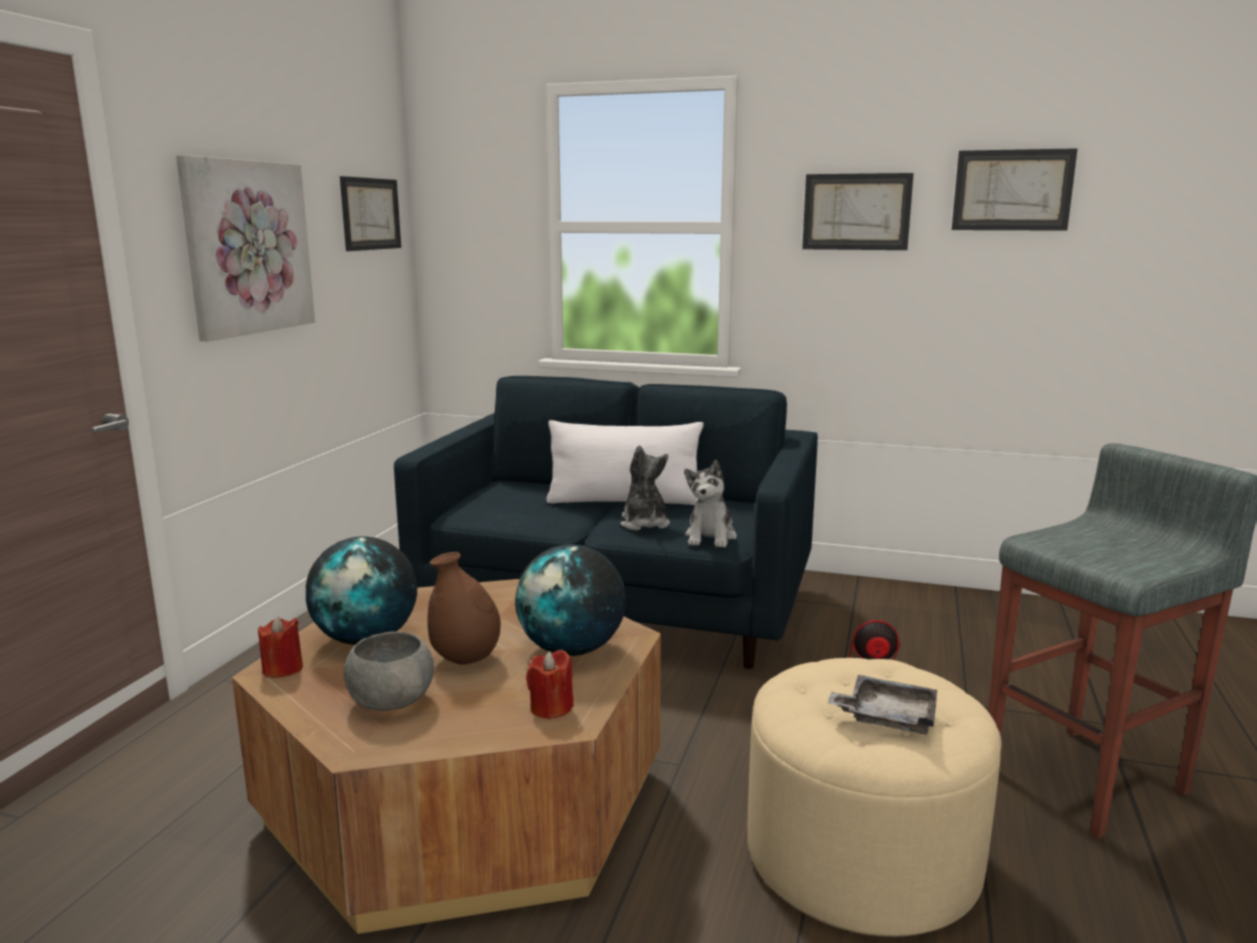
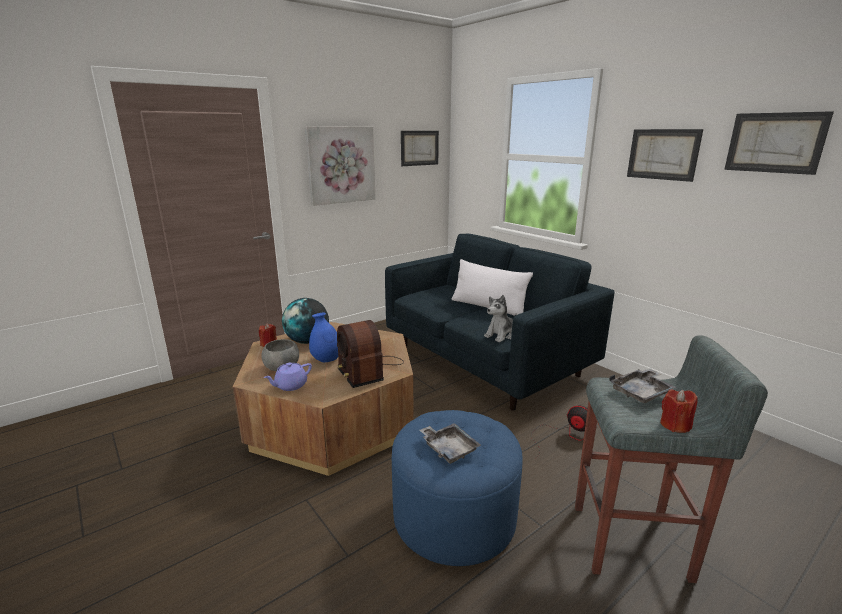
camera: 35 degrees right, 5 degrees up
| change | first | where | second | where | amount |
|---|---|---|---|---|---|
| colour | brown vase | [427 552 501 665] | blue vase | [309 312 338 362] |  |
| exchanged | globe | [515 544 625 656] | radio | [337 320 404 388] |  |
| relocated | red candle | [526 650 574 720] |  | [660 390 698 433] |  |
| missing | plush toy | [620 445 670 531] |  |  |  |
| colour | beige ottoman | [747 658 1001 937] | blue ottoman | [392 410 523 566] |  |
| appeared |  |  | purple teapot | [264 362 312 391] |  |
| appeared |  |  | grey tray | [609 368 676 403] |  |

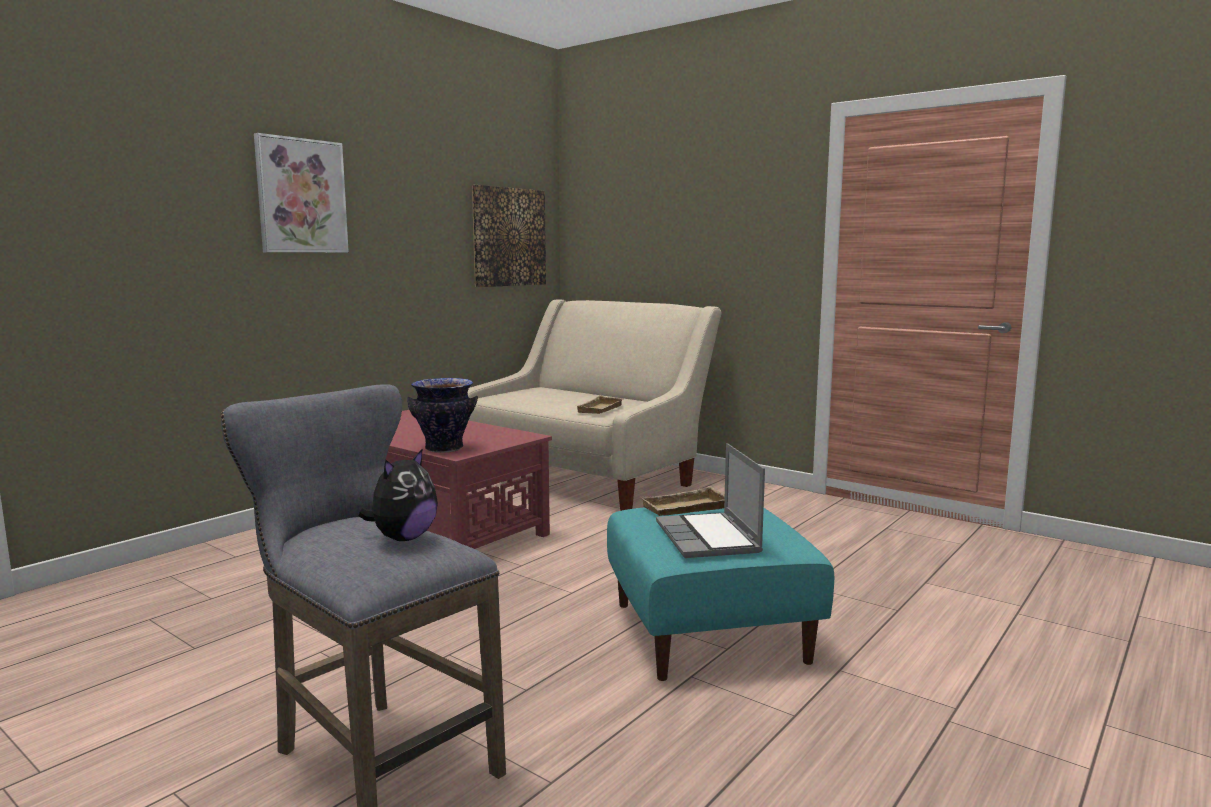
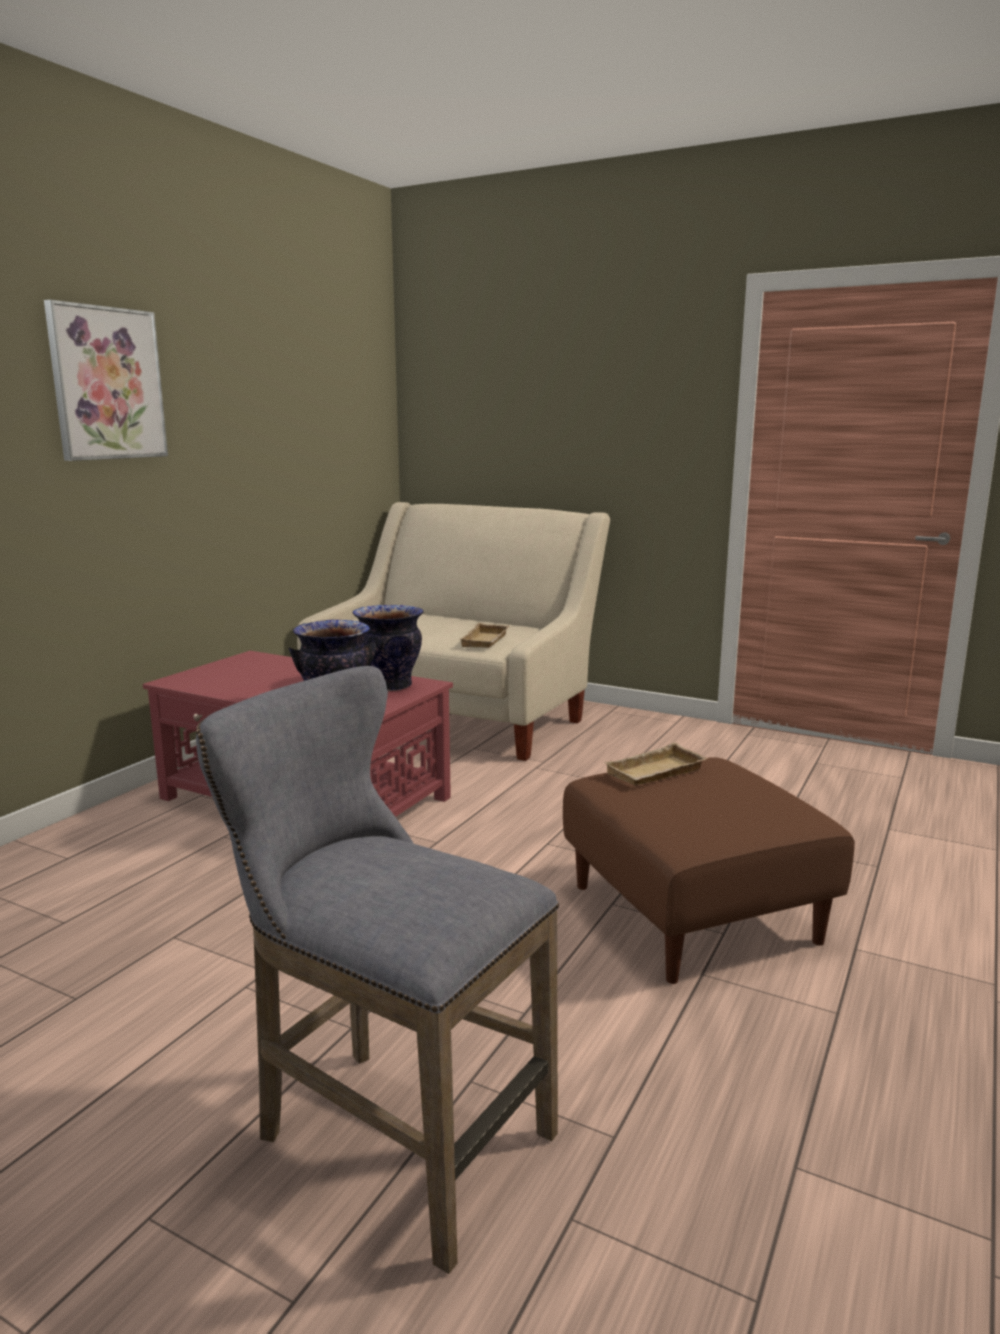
camera: 10 degrees left, 5 degrees up
| change | first | where | second | where | amount |
|---|---|---|---|---|---|
| missing | plush toy | [359 448 438 541] |  |  |  |
| missing | picture | [472 185 546 287] |  |  |  |
| colour | turquoise ottoman | [607 508 834 681] | brown ottoman | [563 757 855 984] |  |
| missing | laptop | [656 443 765 558] |  |  |  |
| appeared |  |  | vase | [352 605 424 691] |  |

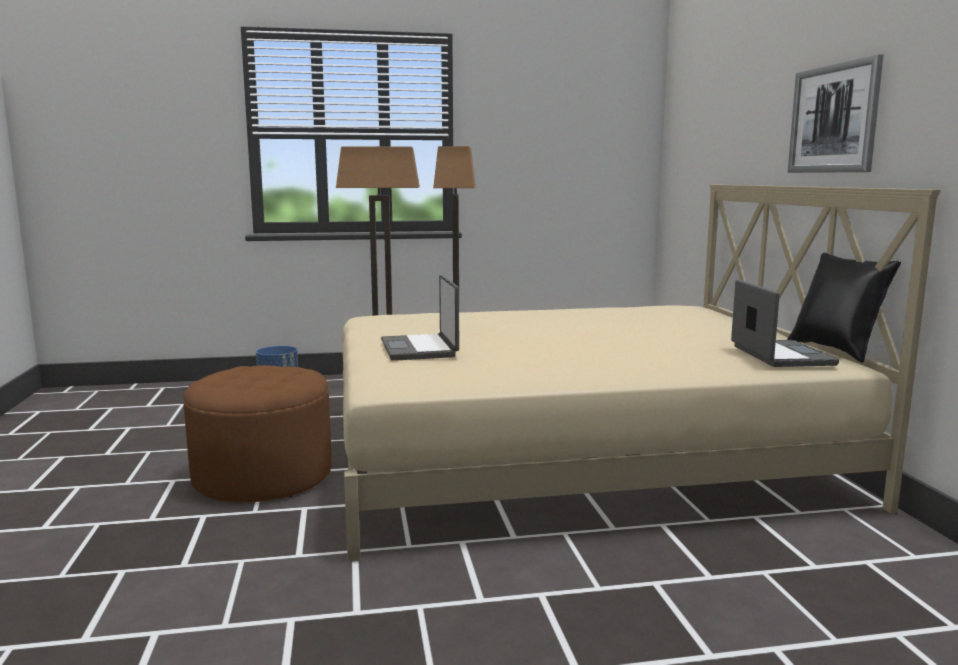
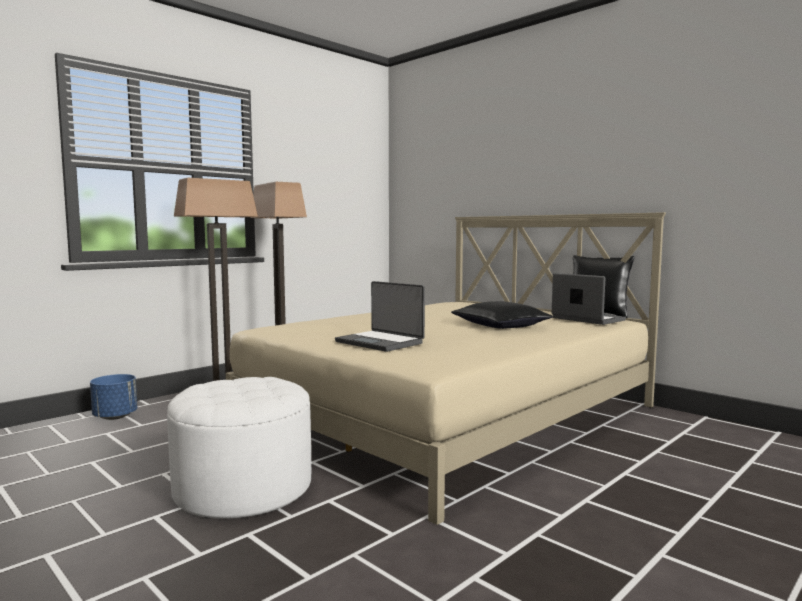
camera: 35 degrees left, 5 degrees down
| change | first | where | second | where | amount |
|---|---|---|---|---|---|
| colour | brown ottoman | [183 365 331 502] | white ottoman | [167 377 311 519] |  |
| missing | picture | [788 54 883 173] |  |  |  |
| appeared |  |  | black pillow | [451 301 553 329] |  |

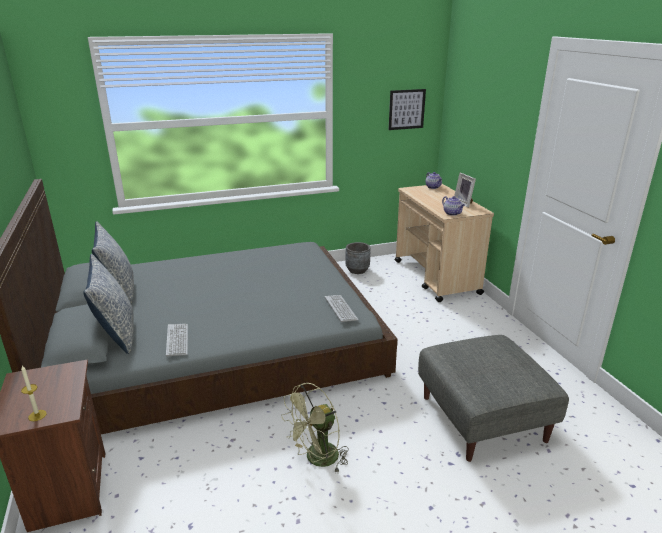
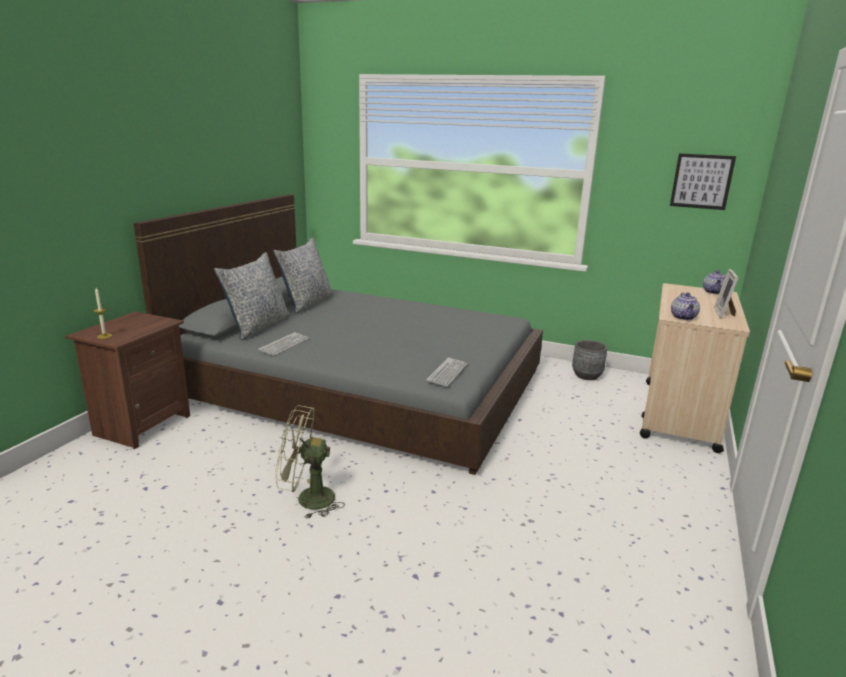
camera: 40 degrees right, 5 degrees down
| change | first | where | second | where | amount |
|---|---|---|---|---|---|
| missing | grey ottoman | [418 335 569 462] |  |  |  |

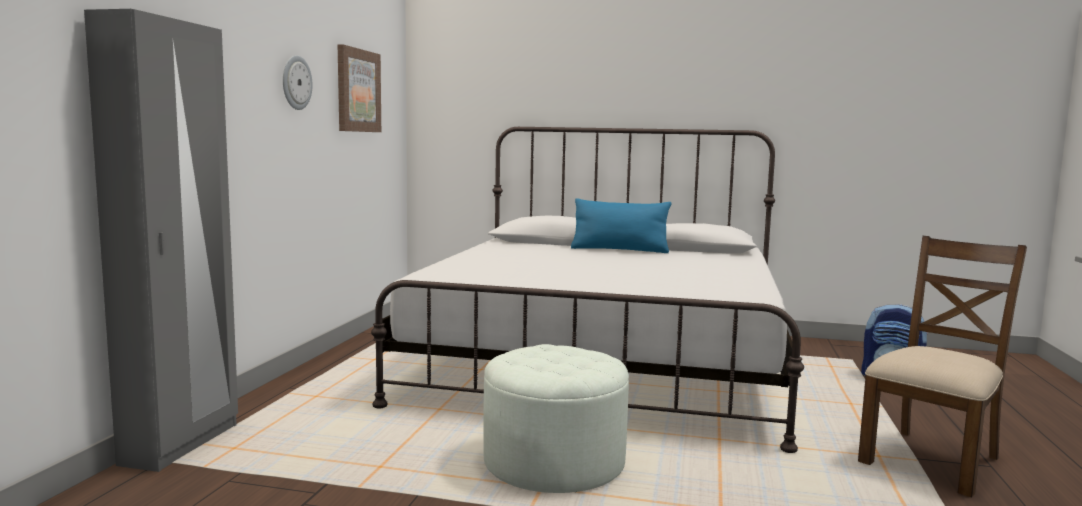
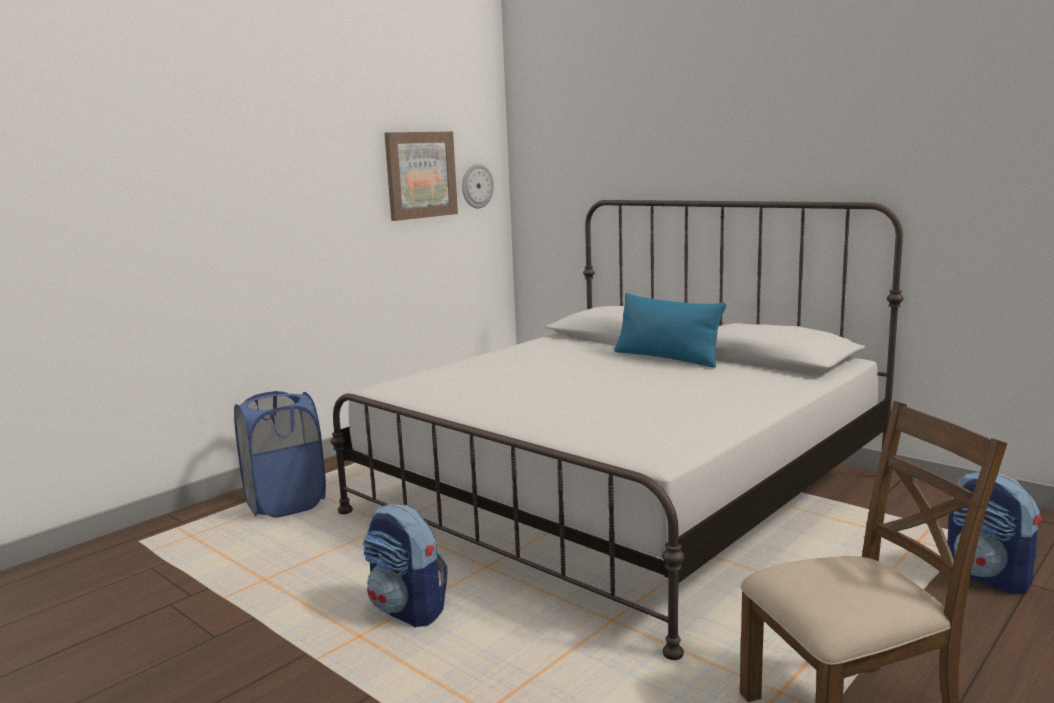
camera: 30 degrees right, 5 degrees up
| change | first | where | second | where | amount |
|---|---|---|---|---|---|
| missing | grey wardrobe | [84 9 238 472] |  |  |  |
| relocated | wall clock | [283 55 312 110] |  | [462 164 494 208] |  |
| exchanged | white ottoman | [483 344 629 493] | backpack | [363 504 447 627] |  |
| appeared |  |  | blue laundry basket | [234 391 326 517] |  |

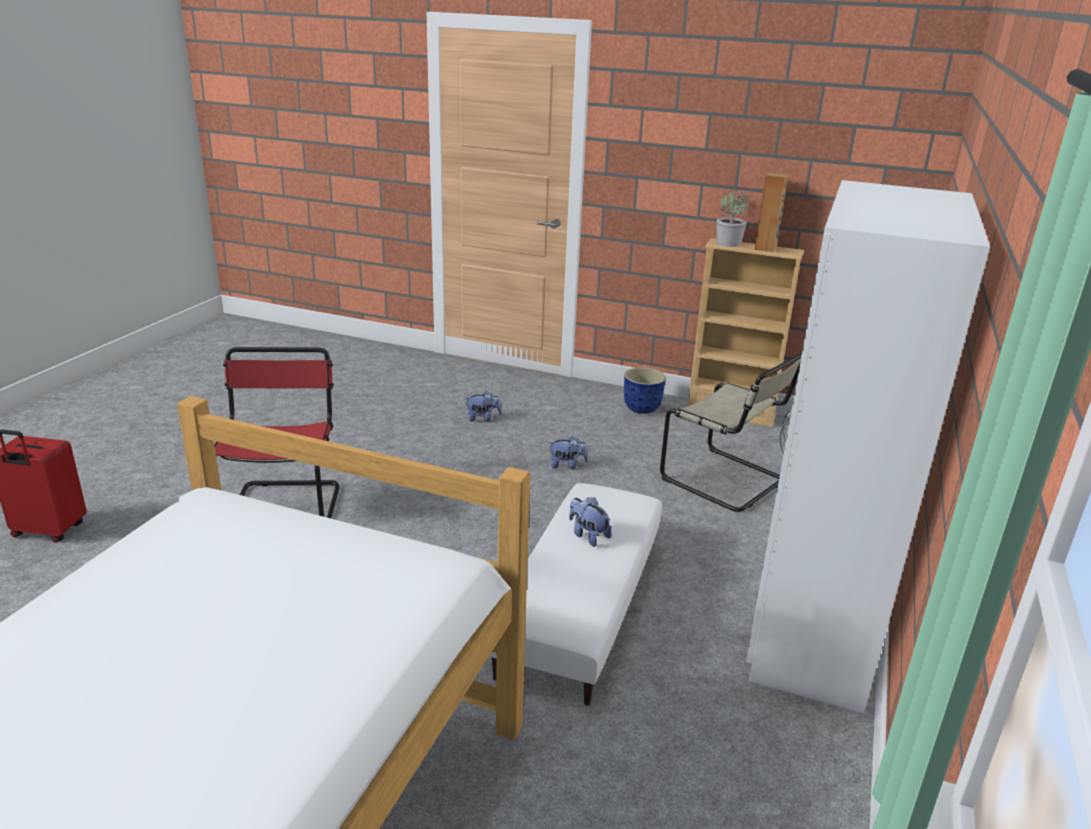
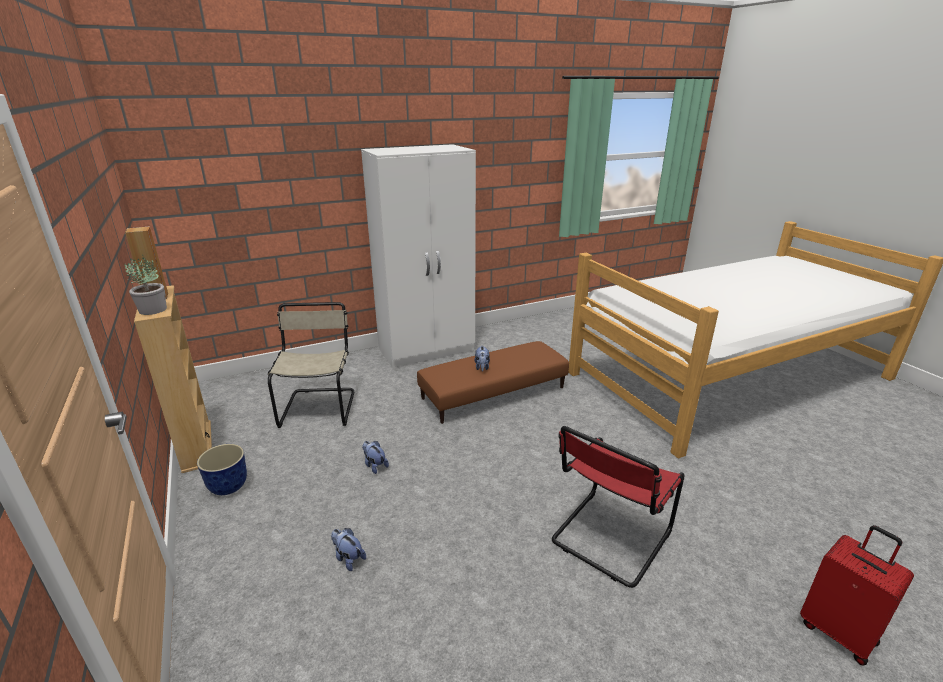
camera: 135 degrees left, 0 degrees up
| change | first | where | second | where | amount |
|---|---|---|---|---|---|
| colour | white ottoman | [489 483 662 706] | brown ottoman | [417 341 569 424] |  |

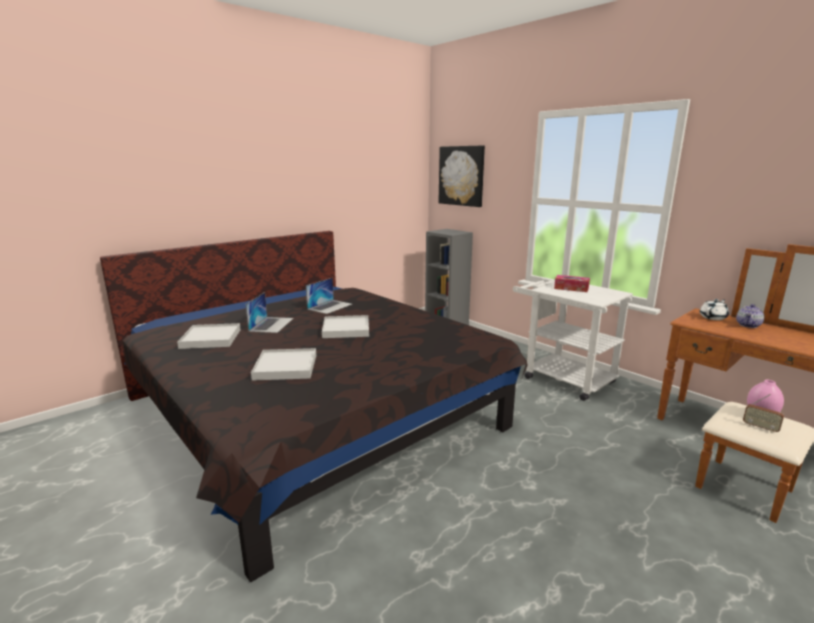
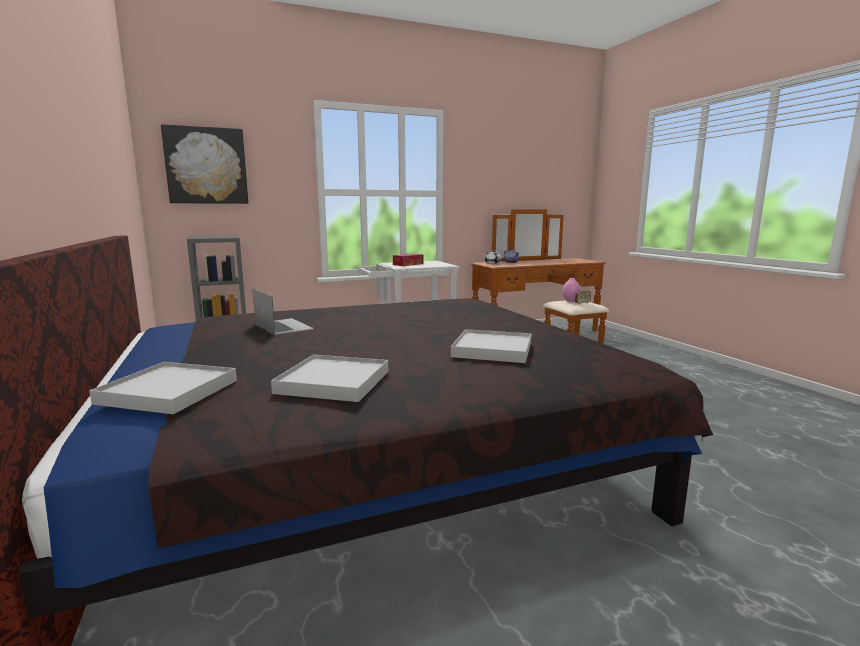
camera: 70 degrees left, 5 degrees down
| change | first | where | second | where | amount |
|---|---|---|---|---|---|
| missing | laptop | [246 292 294 333] |  |  |  |
| relocated | white tray | [322 315 369 338] |  | [89 362 237 414] |  |

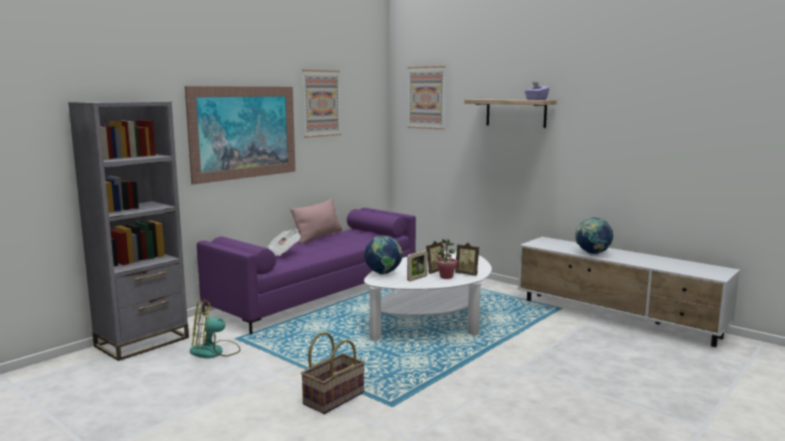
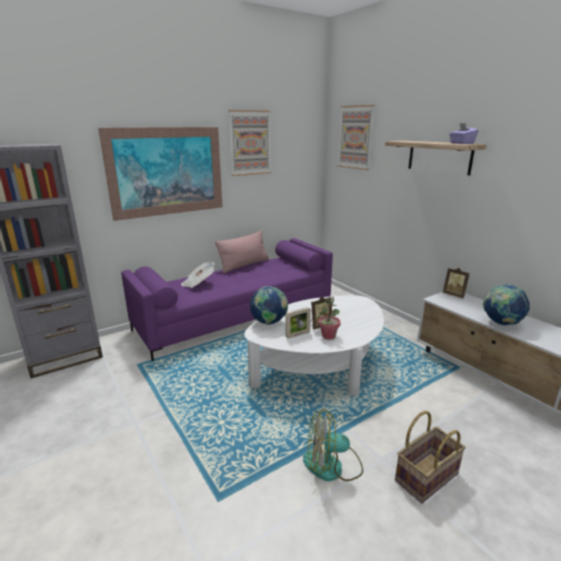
camera: 15 degrees right, 10 degrees up
| change | first | where | second | where | amount |
|---|---|---|---|---|---|
| relocated | fan | [190 300 241 359] |  | [303 409 363 482] |  |
| relocated | basket | [301 332 365 414] |  | [395 411 466 503] |  |
| relocated | picture frame | [455 243 479 276] |  | [443 268 470 298] |  |

